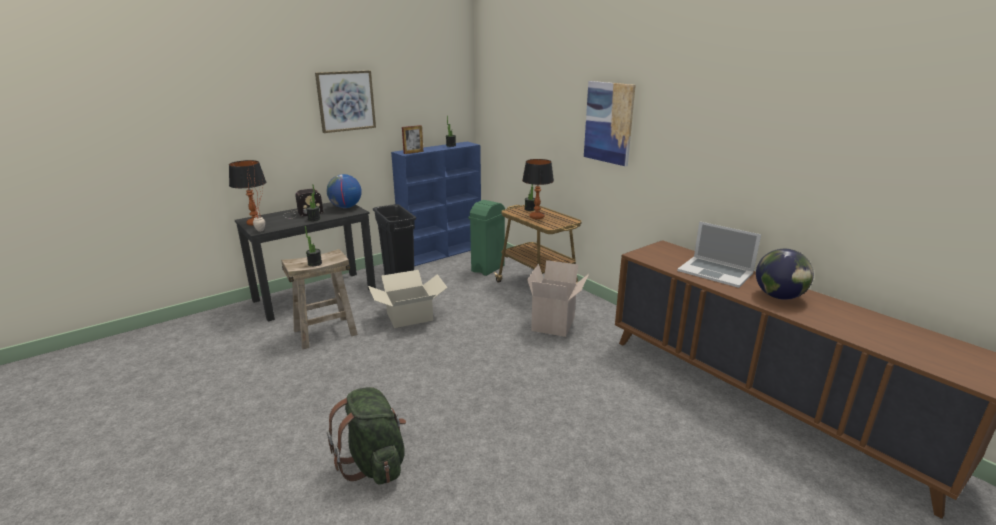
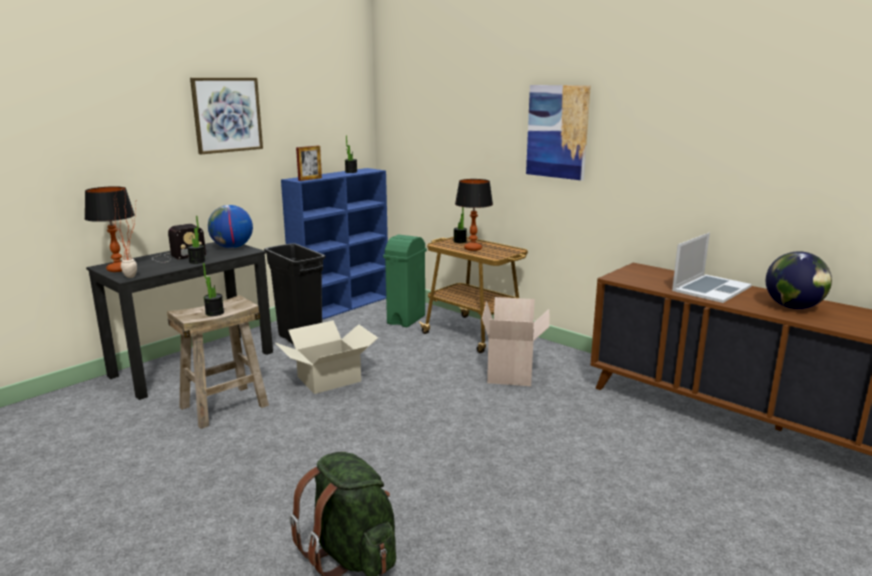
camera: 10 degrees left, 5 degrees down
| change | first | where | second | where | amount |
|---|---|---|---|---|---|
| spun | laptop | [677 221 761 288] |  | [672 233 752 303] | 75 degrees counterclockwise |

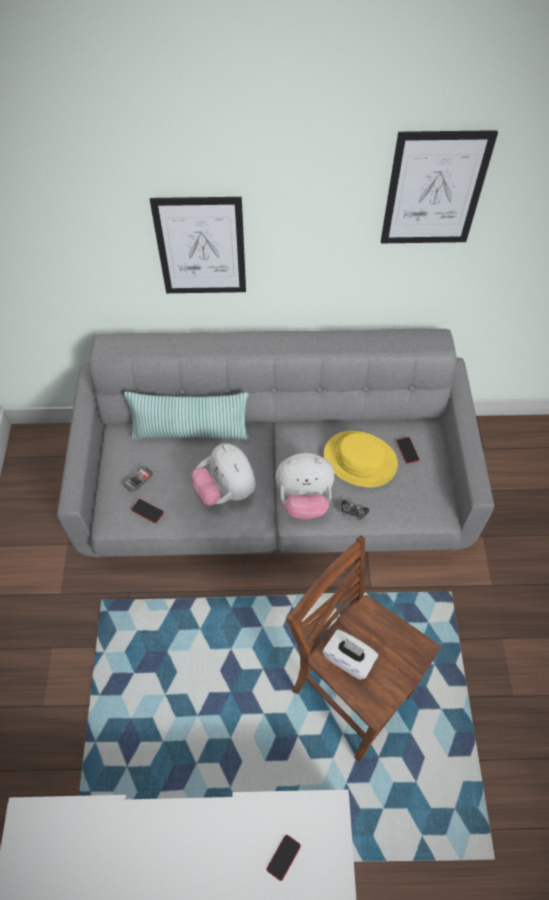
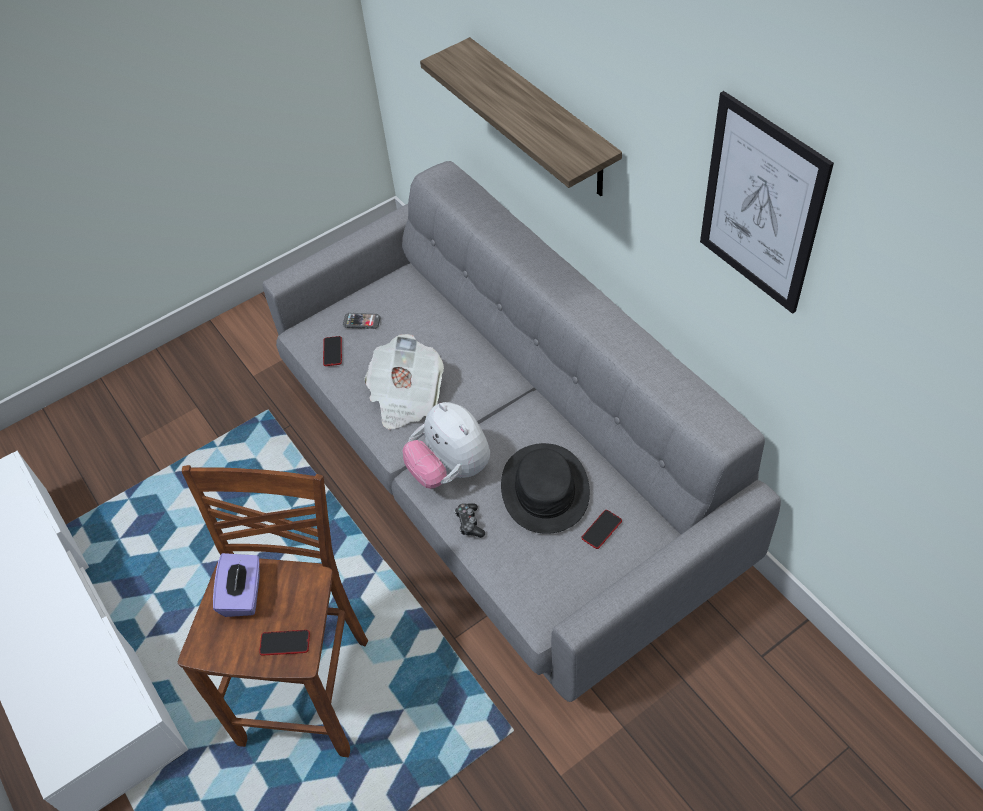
camera: 60 degrees right, 5 degrees down
| change | first | where | second | where | amount |
|---|---|---|---|---|---|
| missing | pillow | [124 391 249 441] |  |  |  |
| exchanged | picture | [150 197 246 293] | shelf | [420 37 622 196] |  |
| exchanged | plush toy | [191 443 256 506] | newspaper | [365 334 444 429] |  |
| relocated | phone | [267 835 301 881] |  | [259 630 310 656] |  |
| colour | white tissue box | [323 629 378 680] | purple tissue box | [213 553 260 617] |  |
| colour | yellow hat | [324 431 398 487] | black hat | [501 443 590 534] |  |

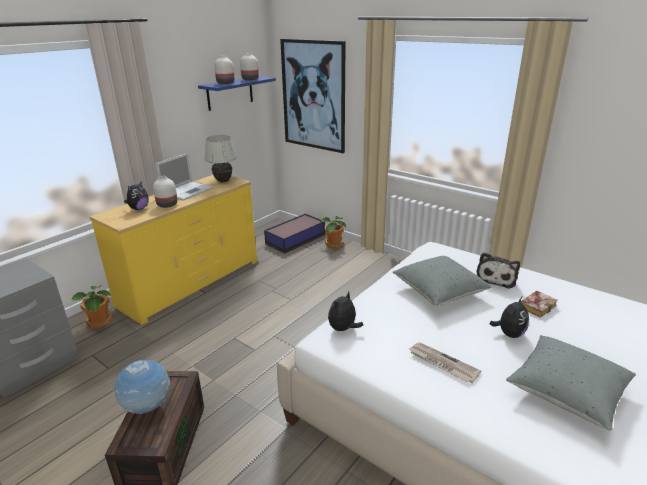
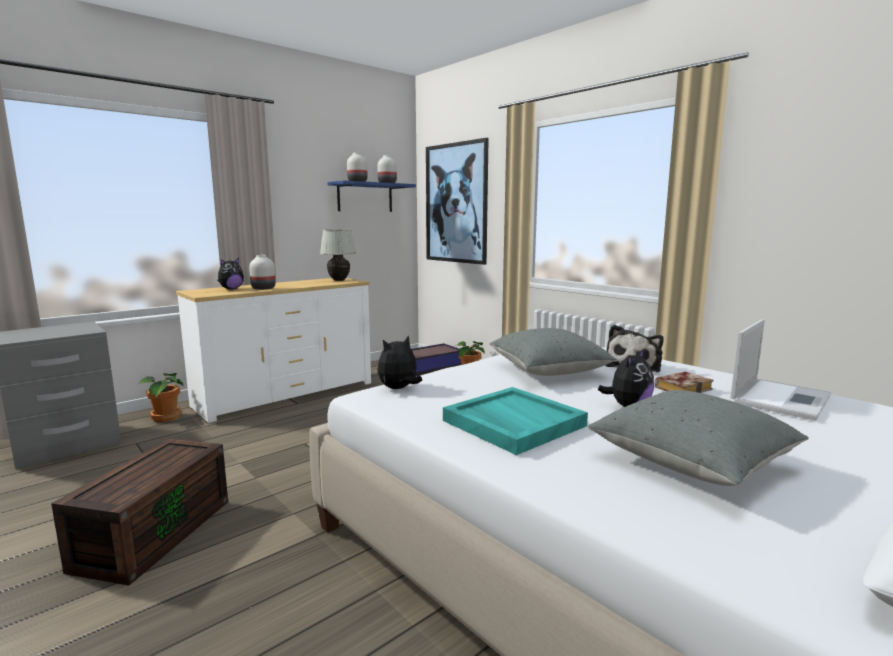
camera: 10 degrees right, 15 degrees down
| change | first | where | second | where | amount |
|---|---|---|---|---|---|
| colour | yellow dresser | [89 175 257 325] | white dresser | [176 278 371 423] |  |
| missing | globe | [114 360 170 414] |  |  |  |
| relocated | laptop | [156 153 213 201] |  | [730 319 832 420] |  |
| exchanged | newspaper | [409 342 481 383] | turquoise tray | [443 387 588 455] |  |

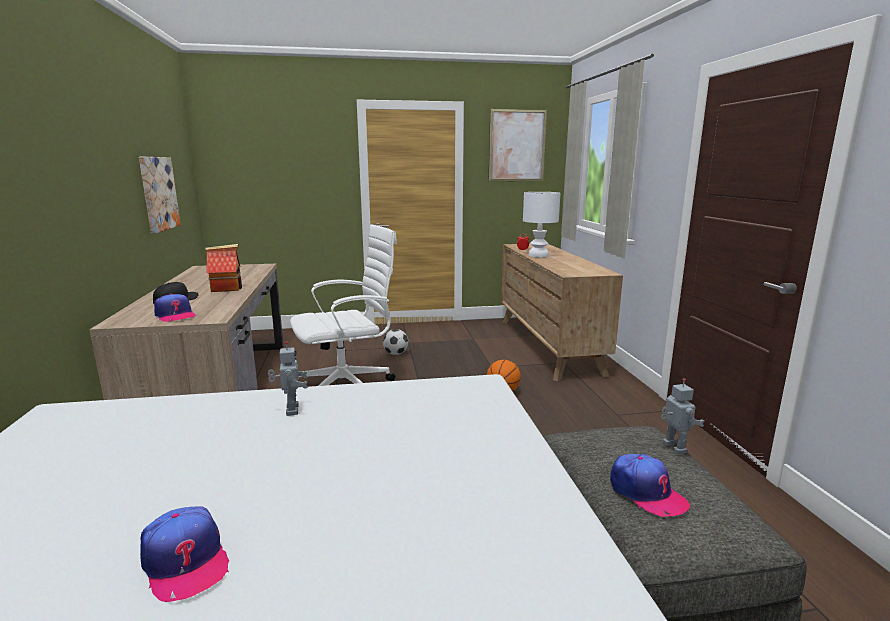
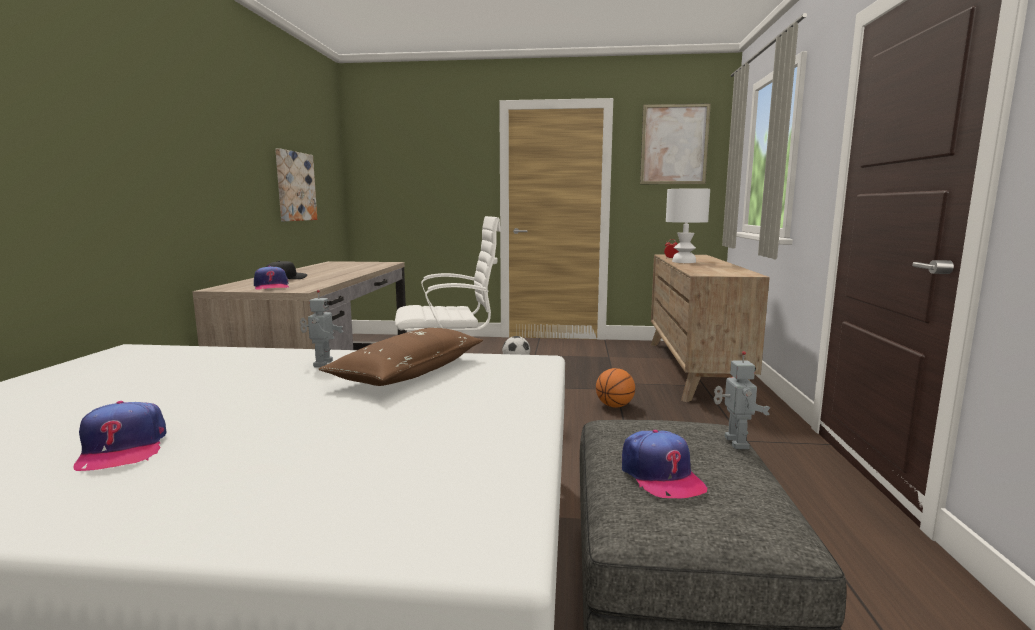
camera: 15 degrees right, 5 degrees down
| change | first | where | second | where | amount |
|---|---|---|---|---|---|
| missing | toy house | [205 244 242 292] |  |  |  |
| appeared |  |  | brown pillow | [319 328 483 386] |  |

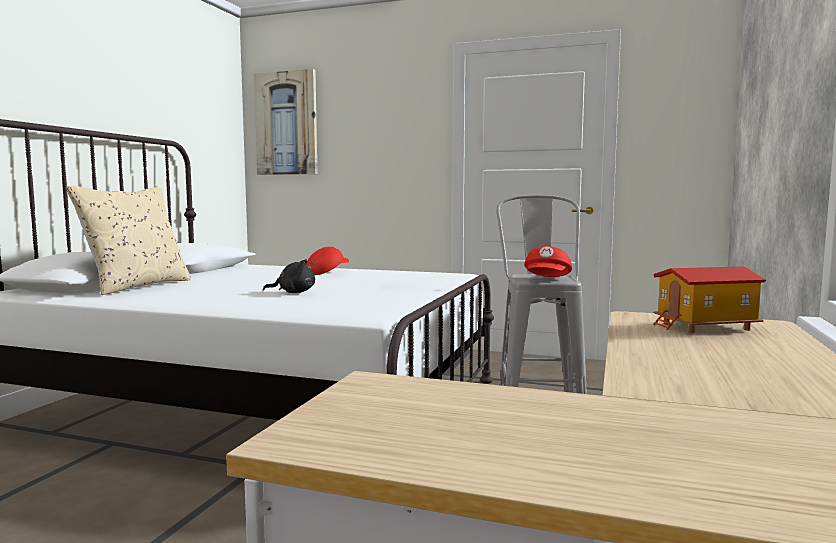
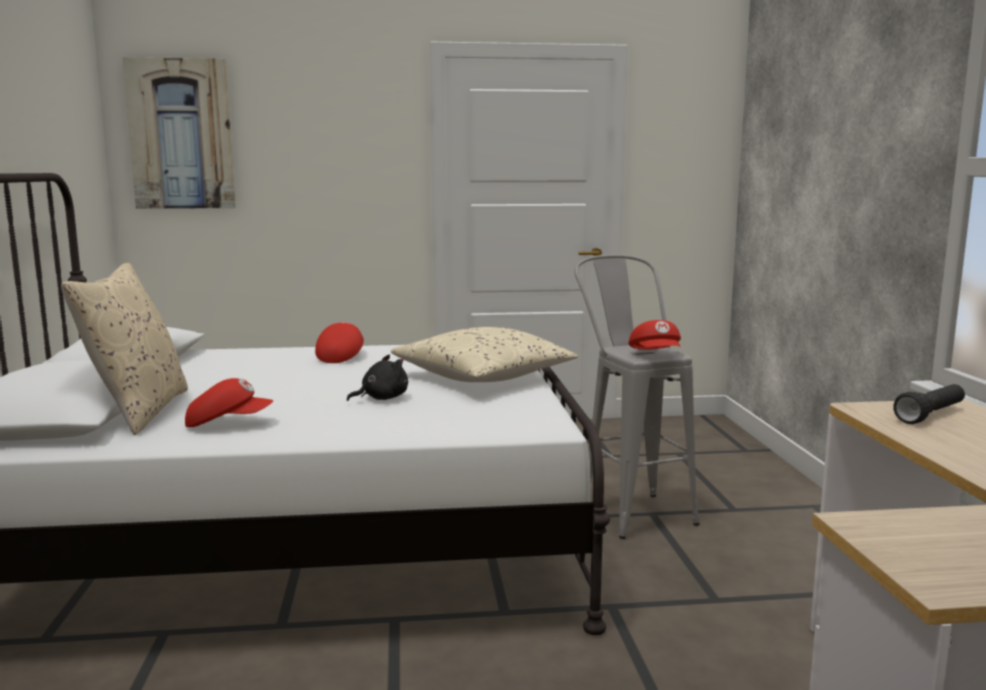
camera: 25 degrees left, 5 degrees up
| change | first | where | second | where | amount |
|---|---|---|---|---|---|
| exchanged | toy house | [653 266 766 333] | black flashlight | [893 384 965 424] |  |
| appeared |  |  | red cap | [185 378 273 427] |  |
| appeared |  |  | beige pillow | [391 327 578 382] |  |

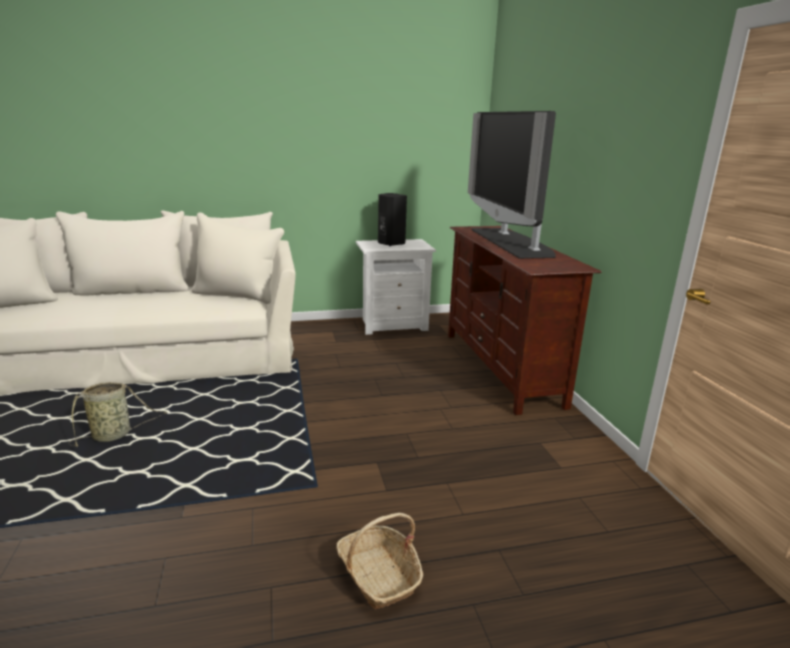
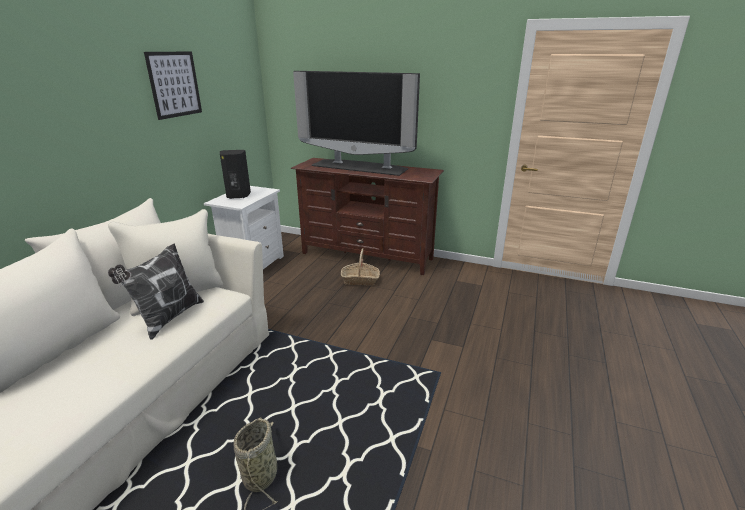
camera: 55 degrees left, 5 degrees up
| change | first | where | second | where | amount |
|---|---|---|---|---|---|
| relocated | basket | [336 513 423 609] |  | [341 248 380 286] |  |
| appeared |  |  | pillow | [108 243 204 340] |  |
| appeared |  |  | picture | [144 51 202 120] |  |

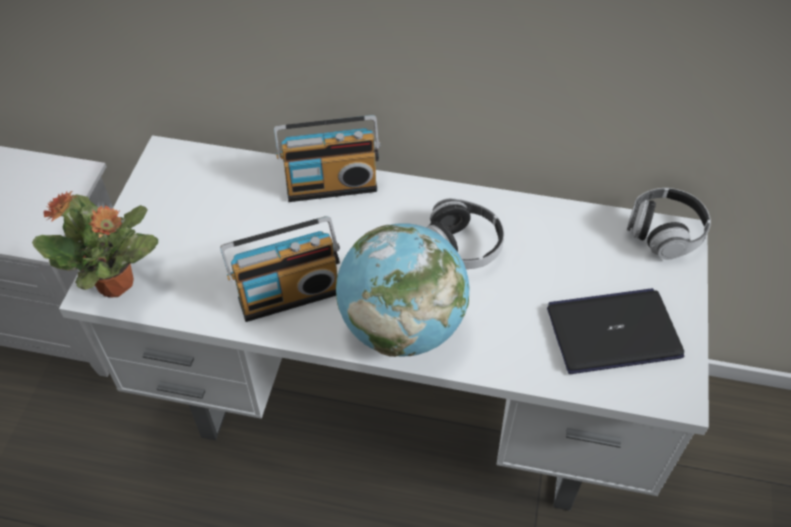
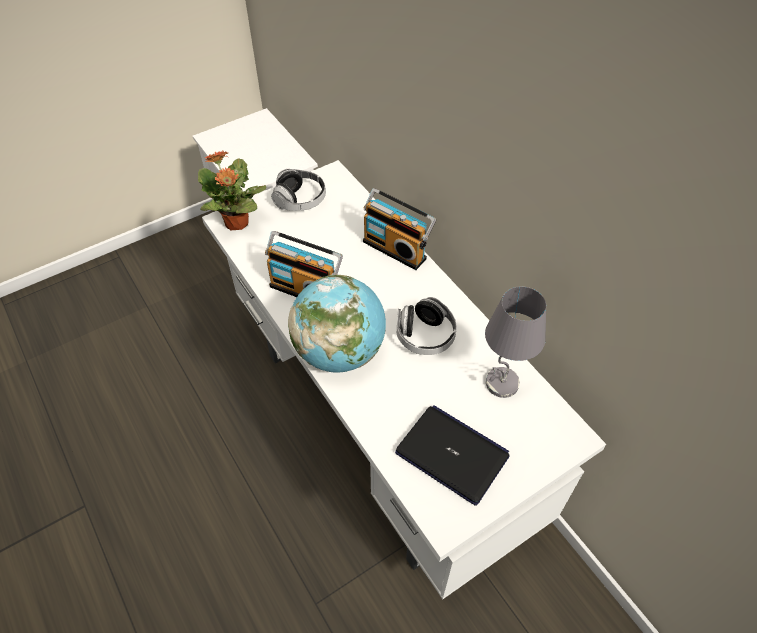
camera: 45 degrees right, 0 degrees up
| change | first | where | second | where | amount |
|---|---|---|---|---|---|
| relocated | headphones | [627 188 711 259] |  | [271 169 326 211] |  |
| appeared |  |  | grey table lamp | [485 286 546 398] |  |

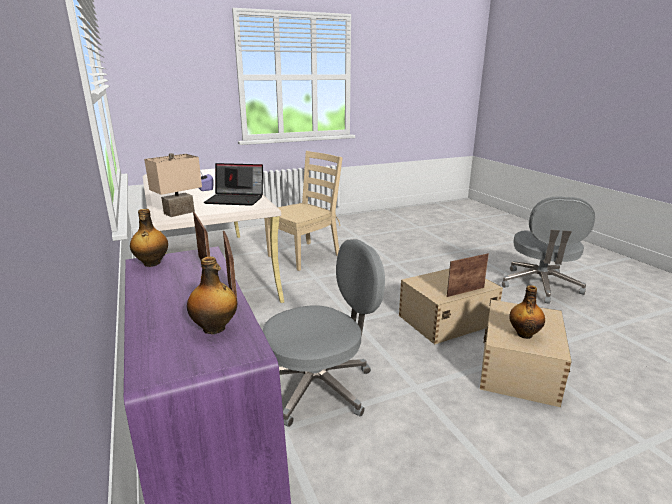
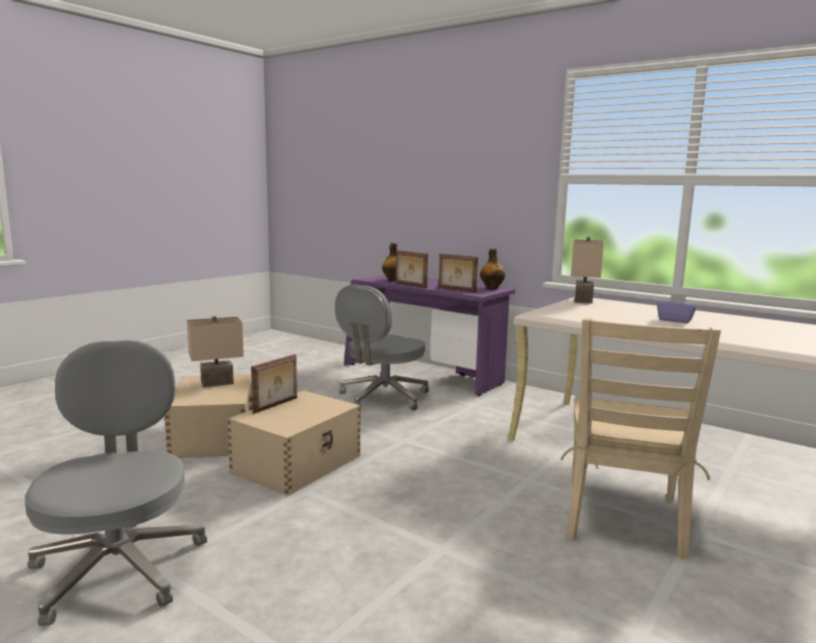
camera: 150 degrees right, 10 degrees down
| change | first | where | second | where | amount |
|---|---|---|---|---|---|
| missing | laptop | [204 163 263 206] |  |  |  |
| exchanged | bottle | [509 285 545 339] | beige table lamp | [187 316 244 387] |  |

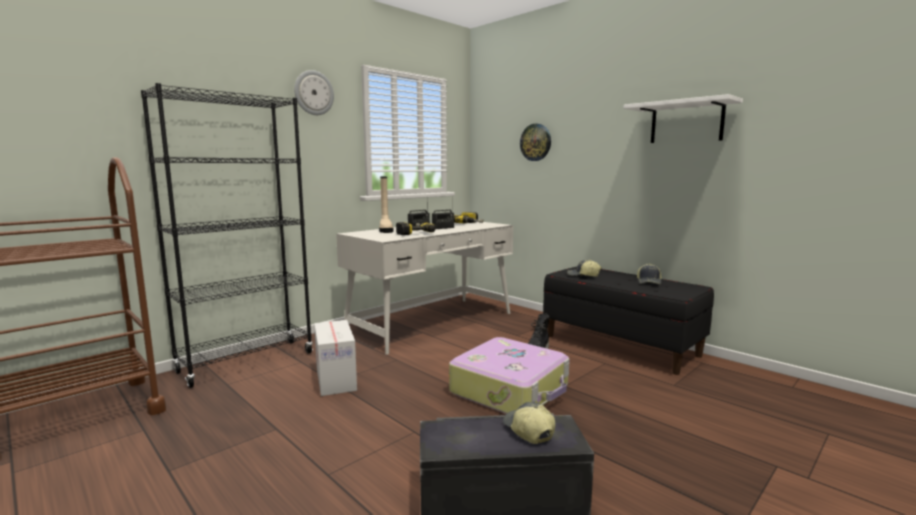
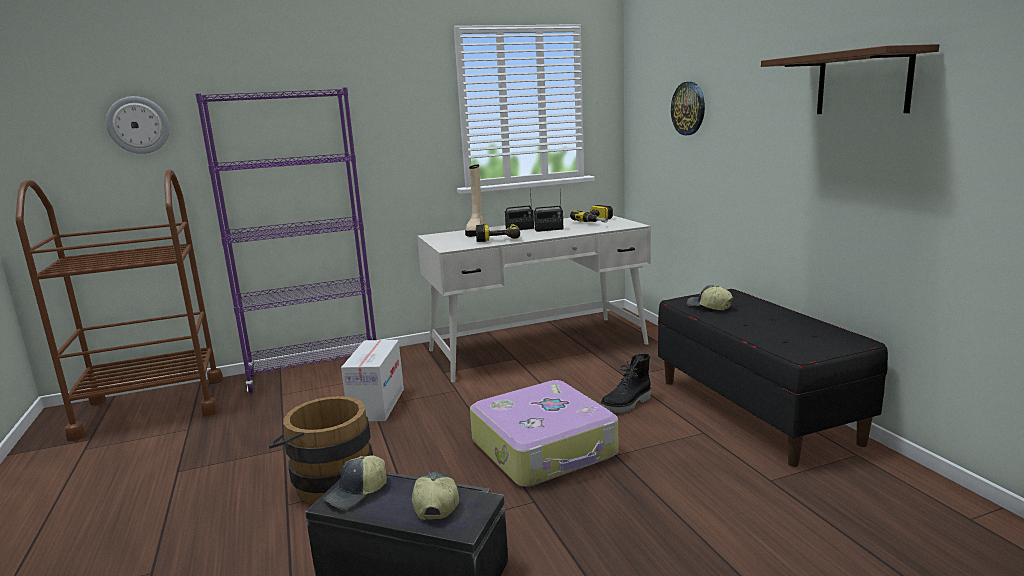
camera: 25 degrees right, 5 degrees up
| change | first | where | second | where | amount |
|---|---|---|---|---|---|
| colour | black bookcase | [141 83 313 388] | purple bookcase | [195 87 376 393] |  |
| relocated | wall clock | [294 70 334 115] |  | [106 96 170 154] |  |
| colour | white shelf | [623 94 743 143] | brown shelf | [761 44 939 114] |  |
| relocated | cap | [637 264 662 284] |  | [323 455 387 509] |  |
| appeared |  |  | brown bucket | [269 396 373 504] |  |

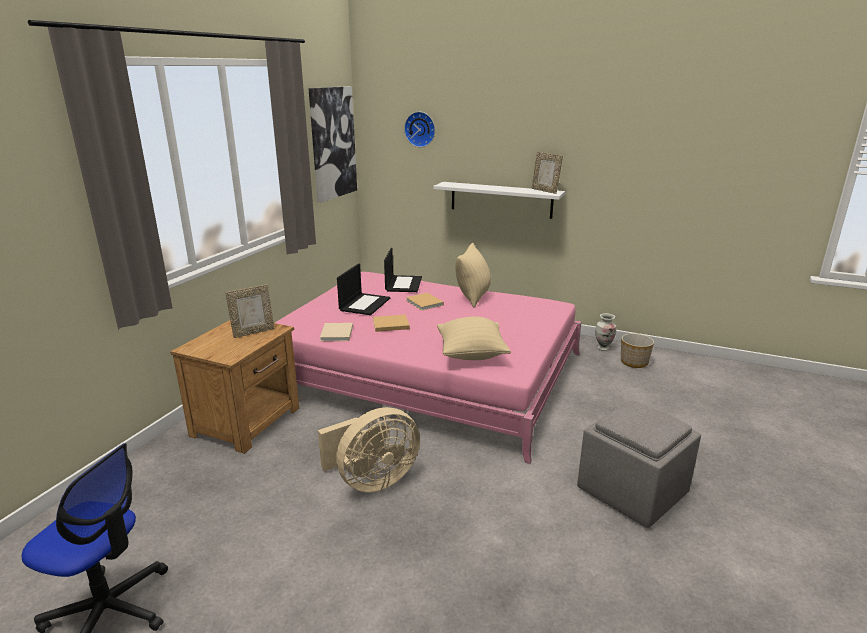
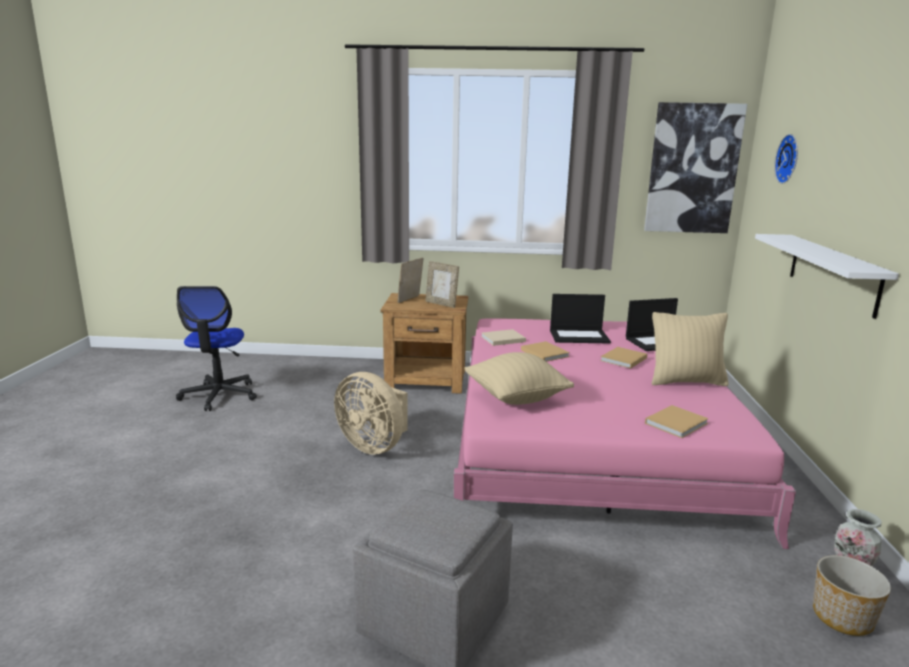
camera: 70 degrees right, 5 degrees down
| change | first | where | second | where | amount |
|---|---|---|---|---|---|
| relocated | picture frame | [532 152 563 194] |  | [397 258 423 303] |  |
| appeared |  |  | beige book | [645 405 709 438] |  |

